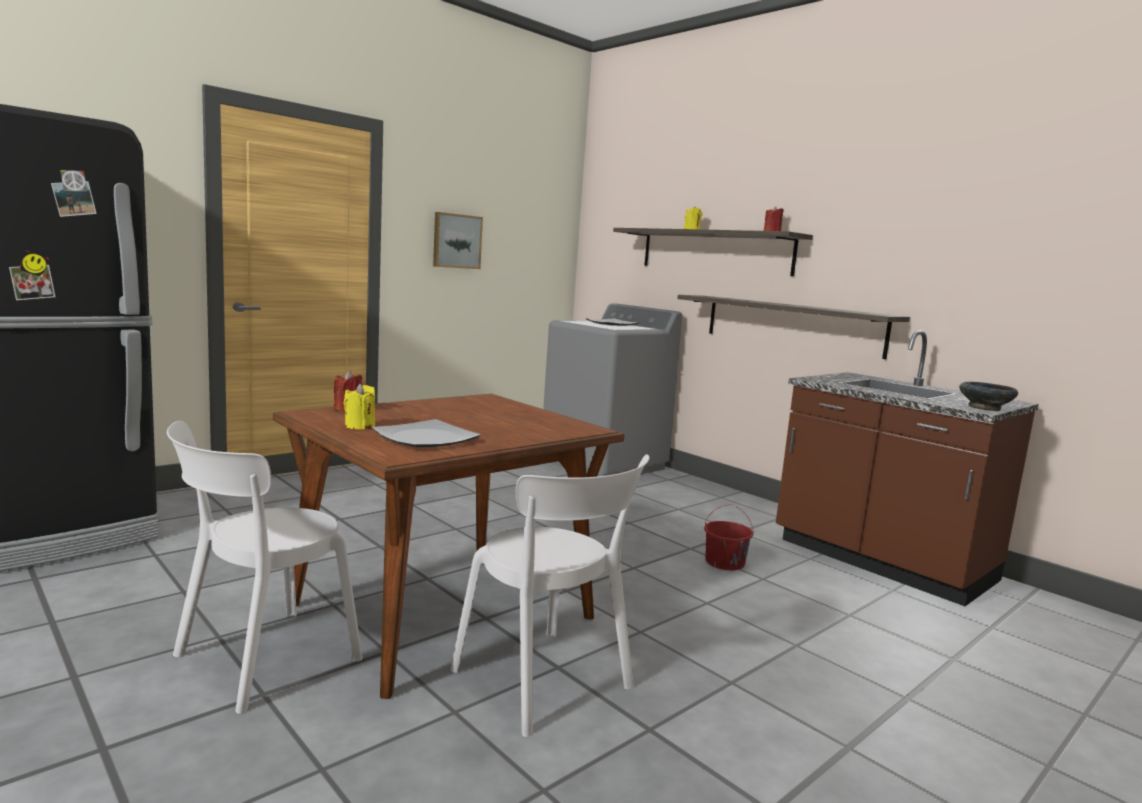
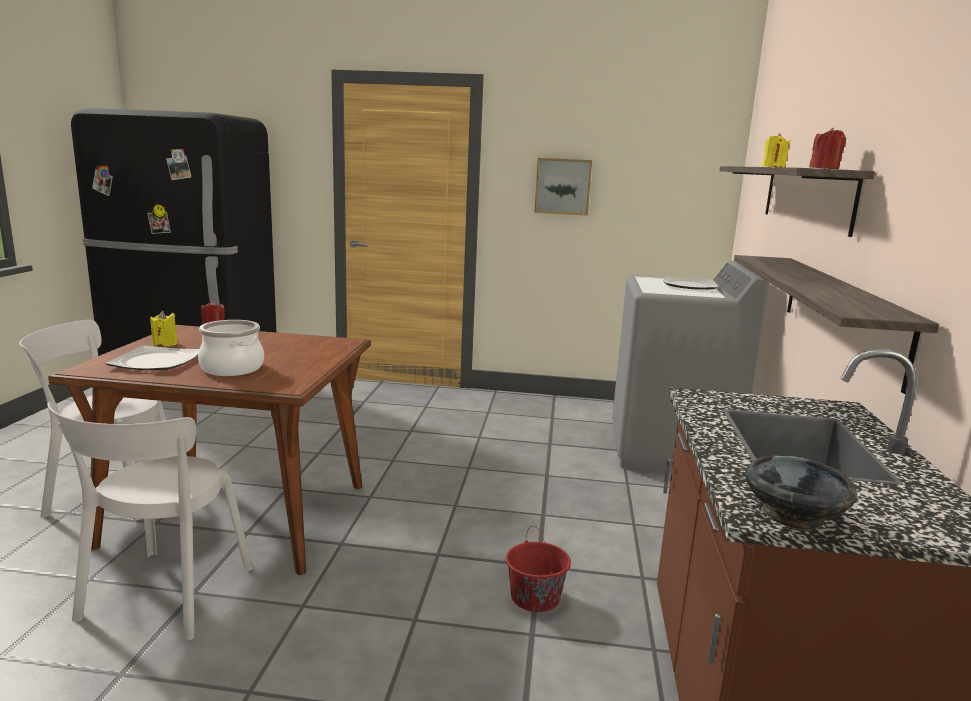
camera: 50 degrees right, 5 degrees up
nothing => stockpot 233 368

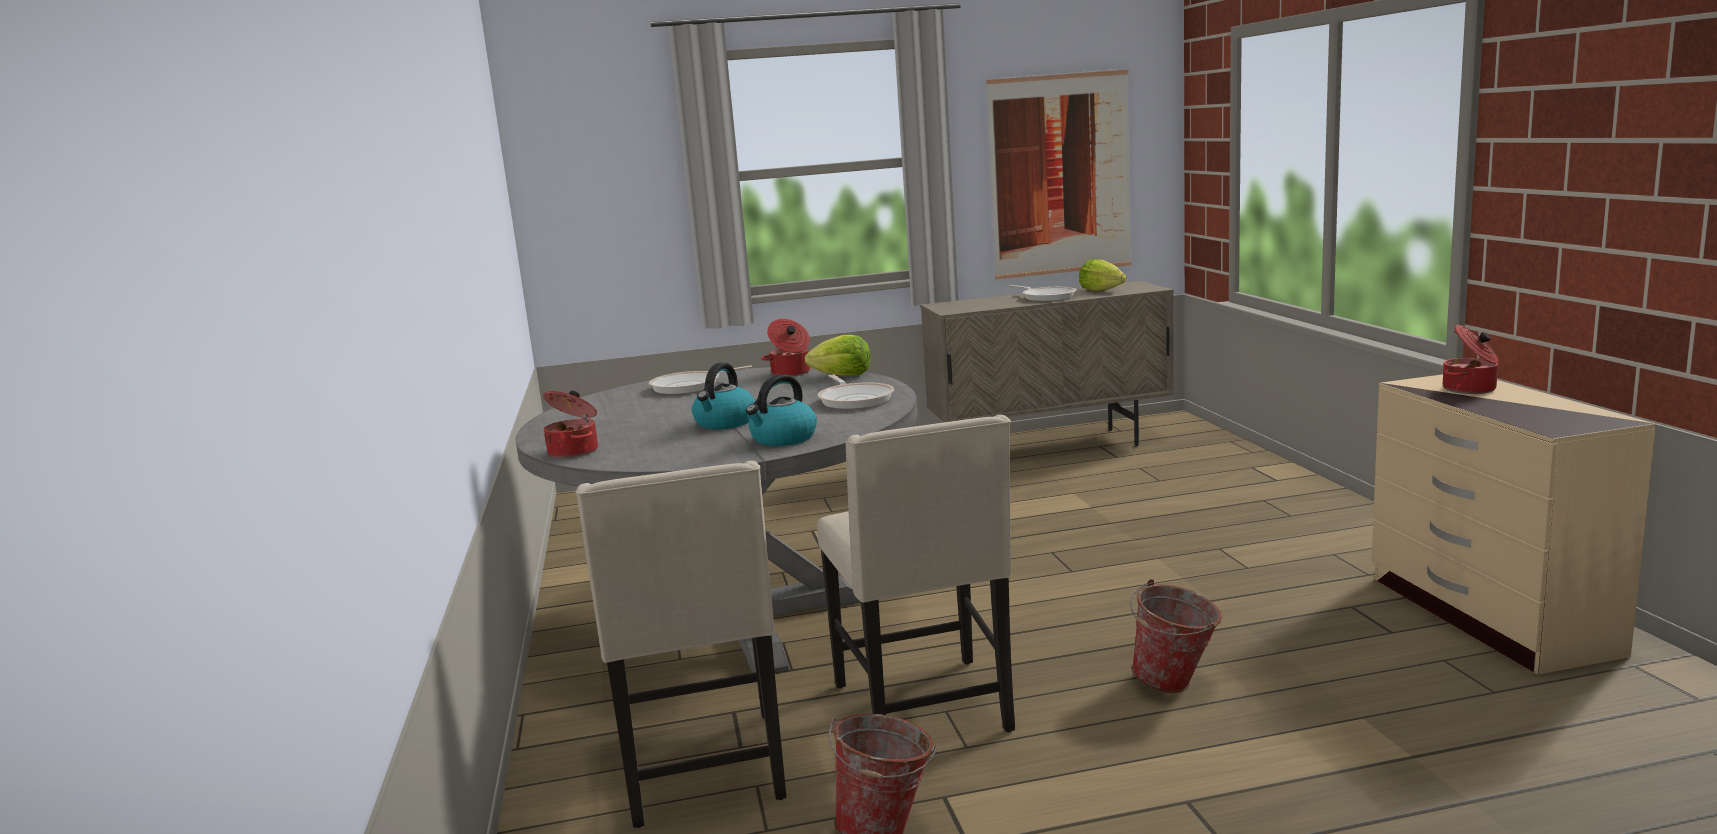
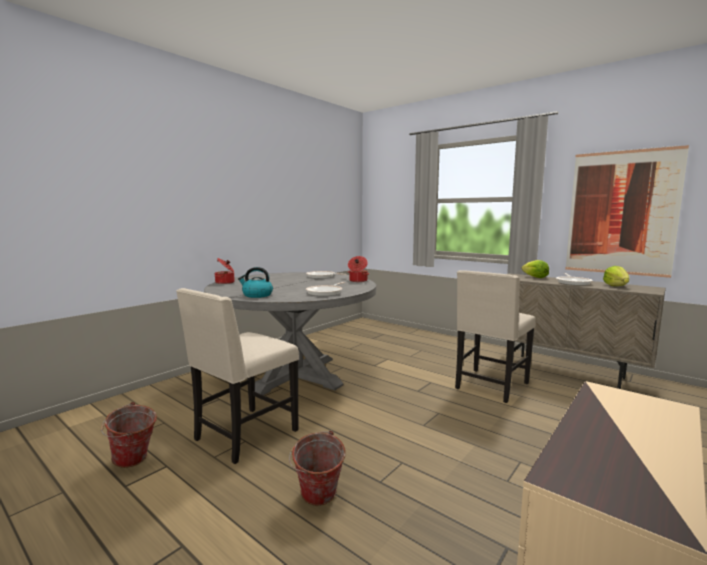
camera: 50 degrees right, 5 degrees down
stockpot 1470 389 => nothing
lettuce head 842 376 => lettuce head 535 277, shifted
water kettle 725 423 => nothing
beige plain chair 704 771 => beige plain chair 490 386, shifted

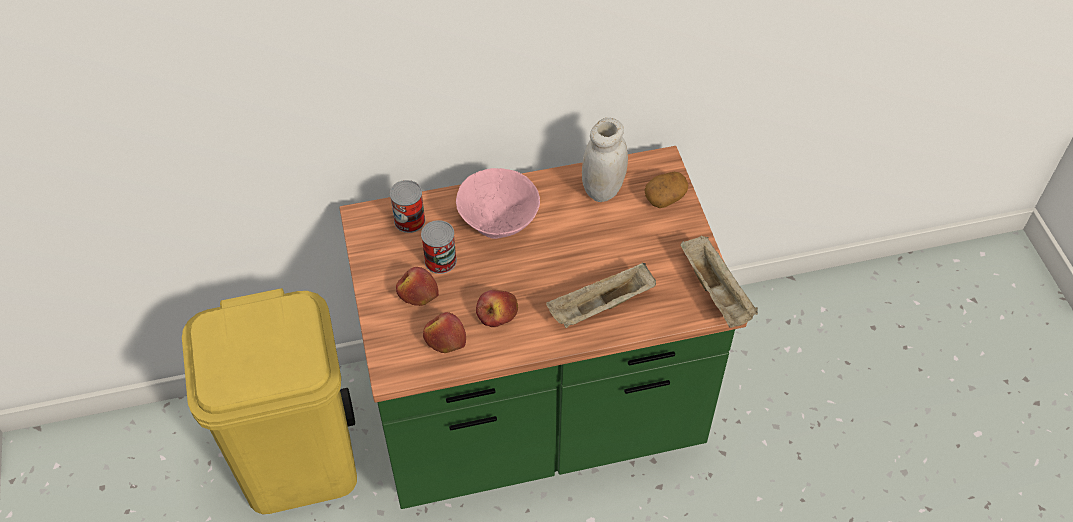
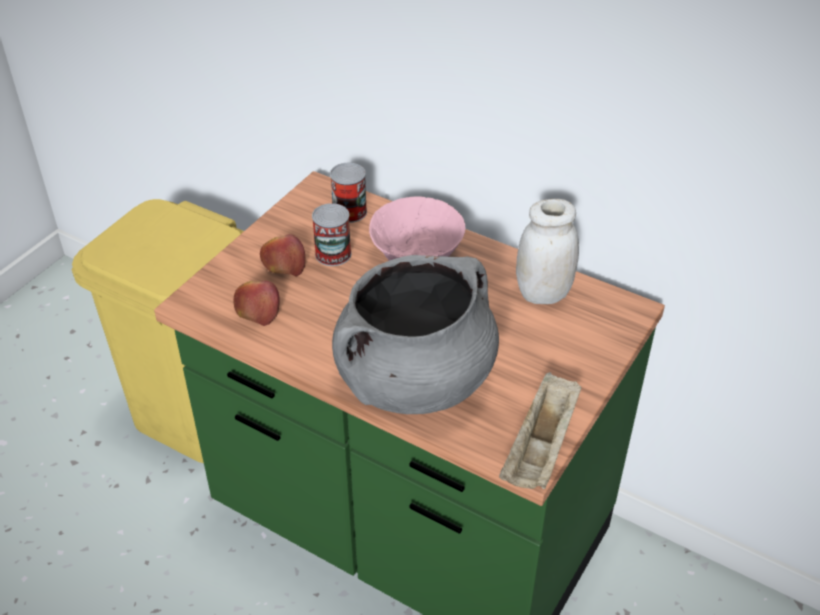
camera: 45 degrees right, 10 degrees down
spud 665 197 => nothing
beige carrying tray 600 307 => grey stockpot 414 380
whole apple 497 314 => nothing

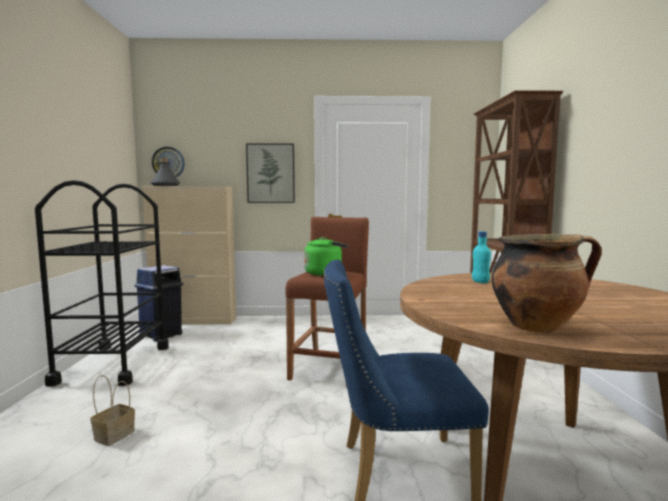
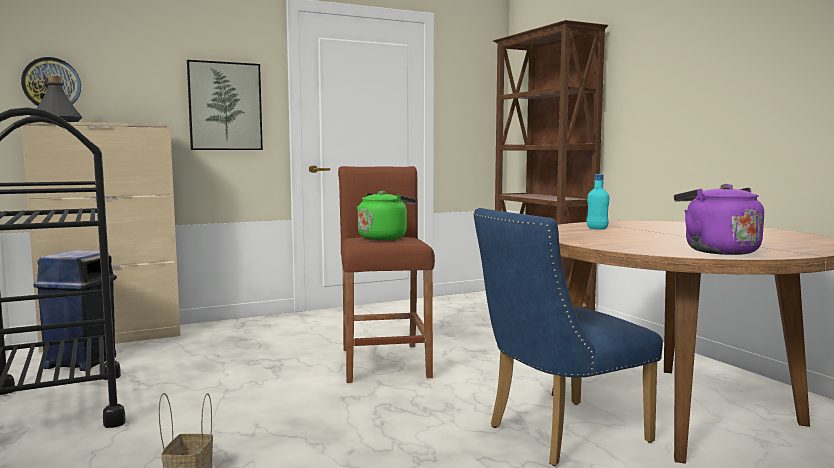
camera: 25 degrees left, 0 degrees up
stockpot 537 326 => purple water kettle 717 251

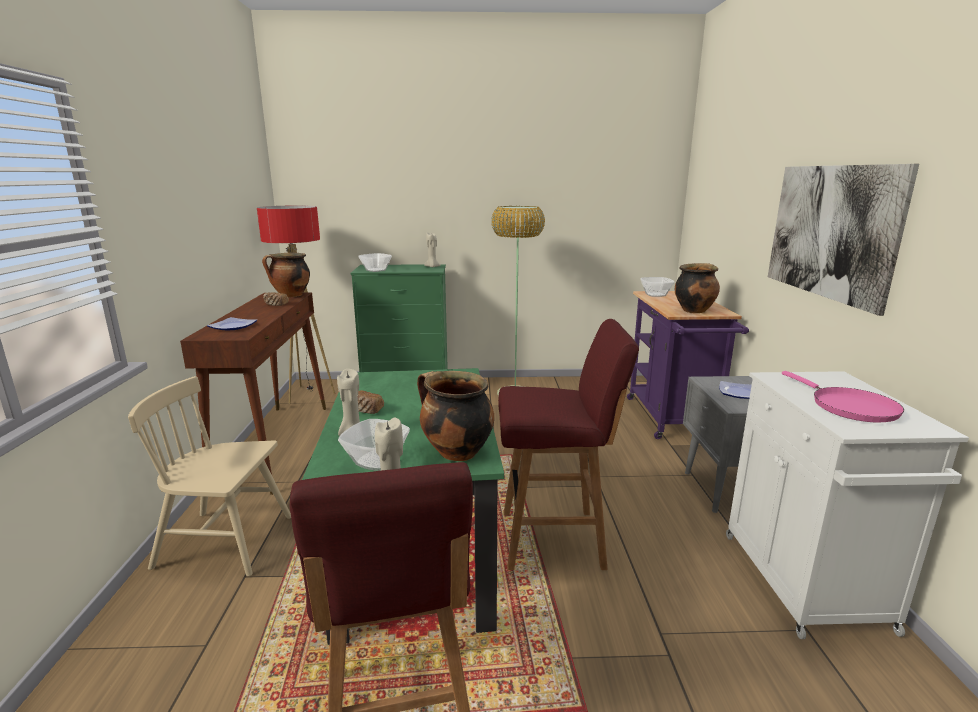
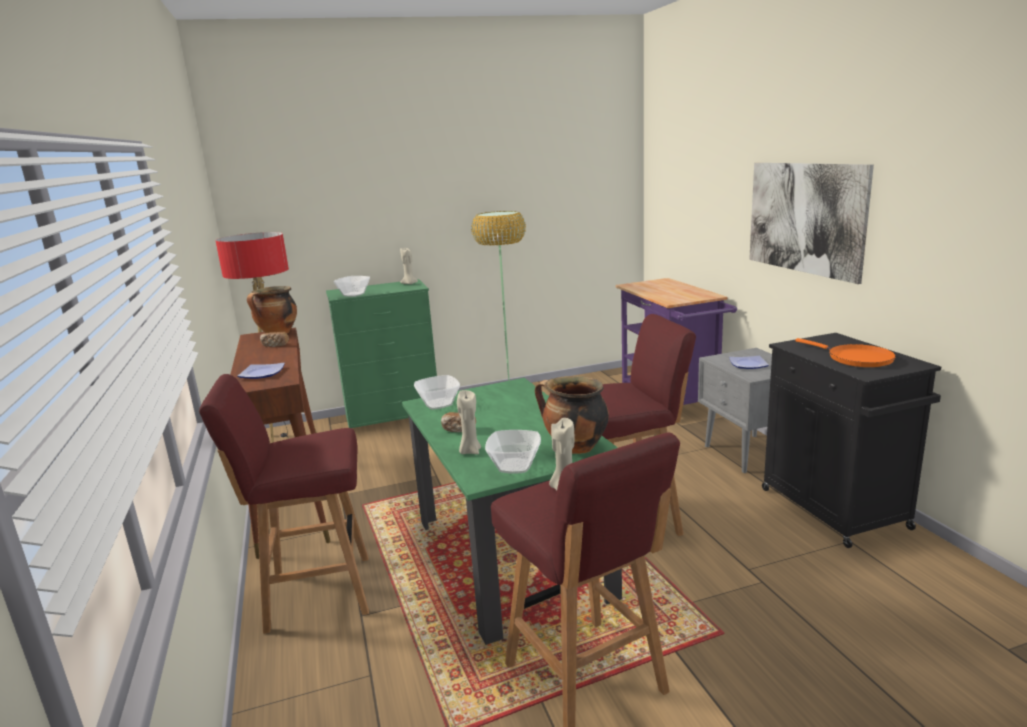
camera: 15 degrees left, 0 degrees up
stockpot 694 310 => nothing
bowl 655 295 => bowl 438 404, shifted
whitish cabinet 805 583 => black-coloured cabinet 835 510
pinkish pan 849 407 => orange-coloured pan 855 358
beige plain chair 225 542 => red sitting stool 315 593

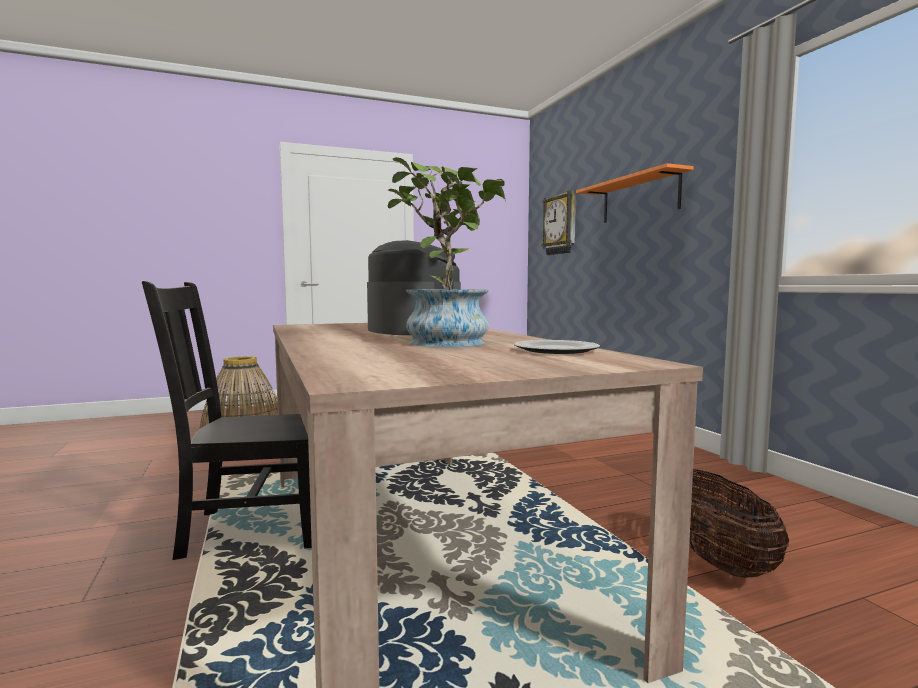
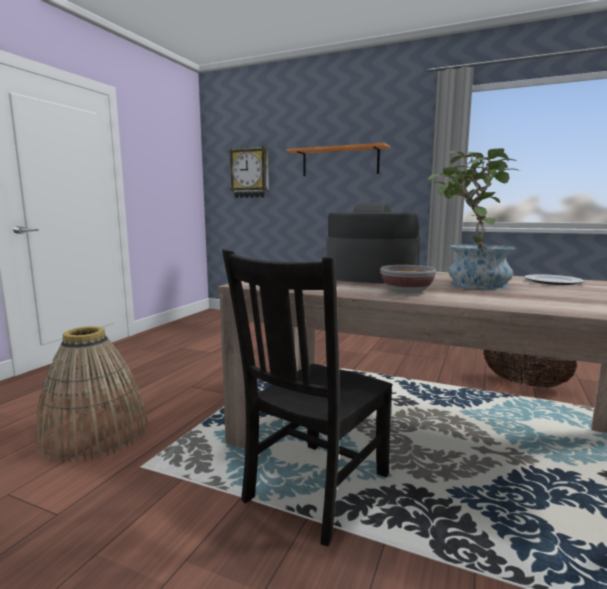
camera: 45 degrees left, 5 degrees up
nothing => bowl 407 291

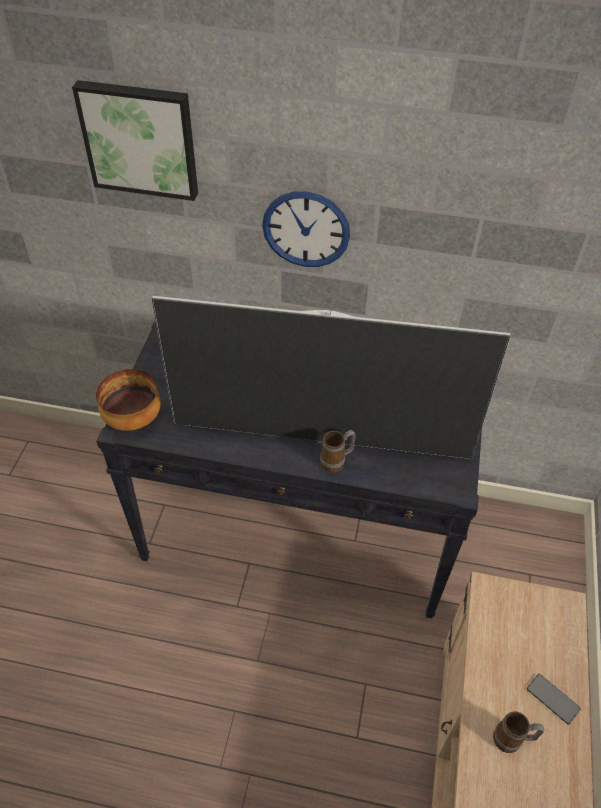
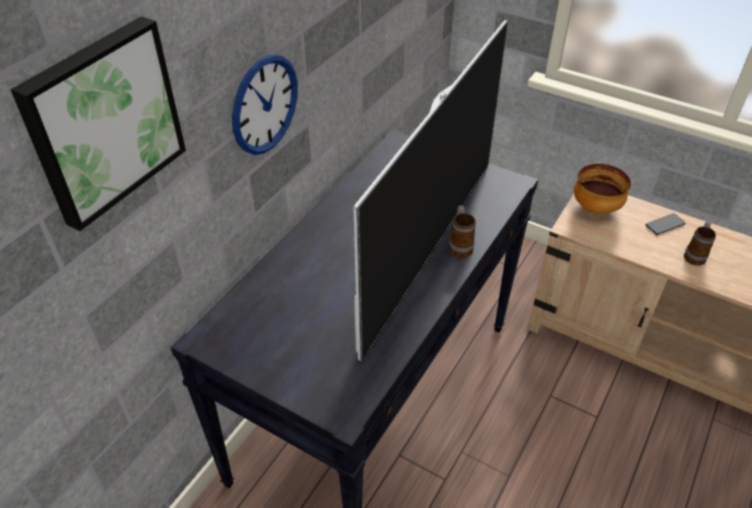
camera: 70 degrees left, 5 degrees down
bowl 132 420 => bowl 596 209, shifted

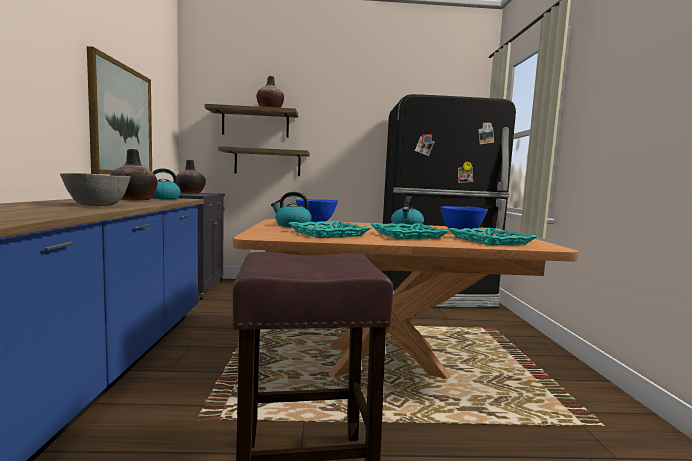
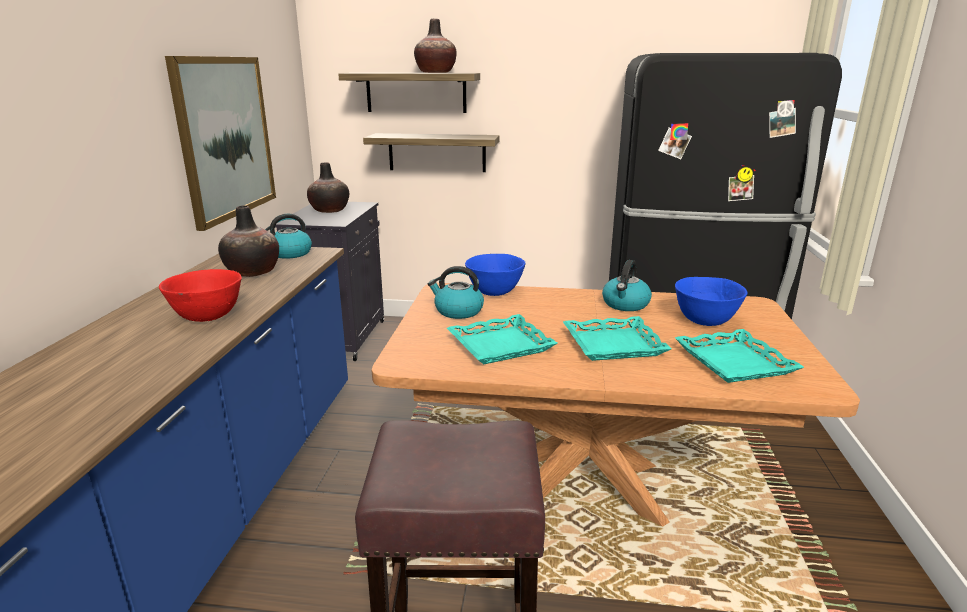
camera: 10 degrees right, 15 degrees up
grey bowl 97 205 => red bowl 207 317

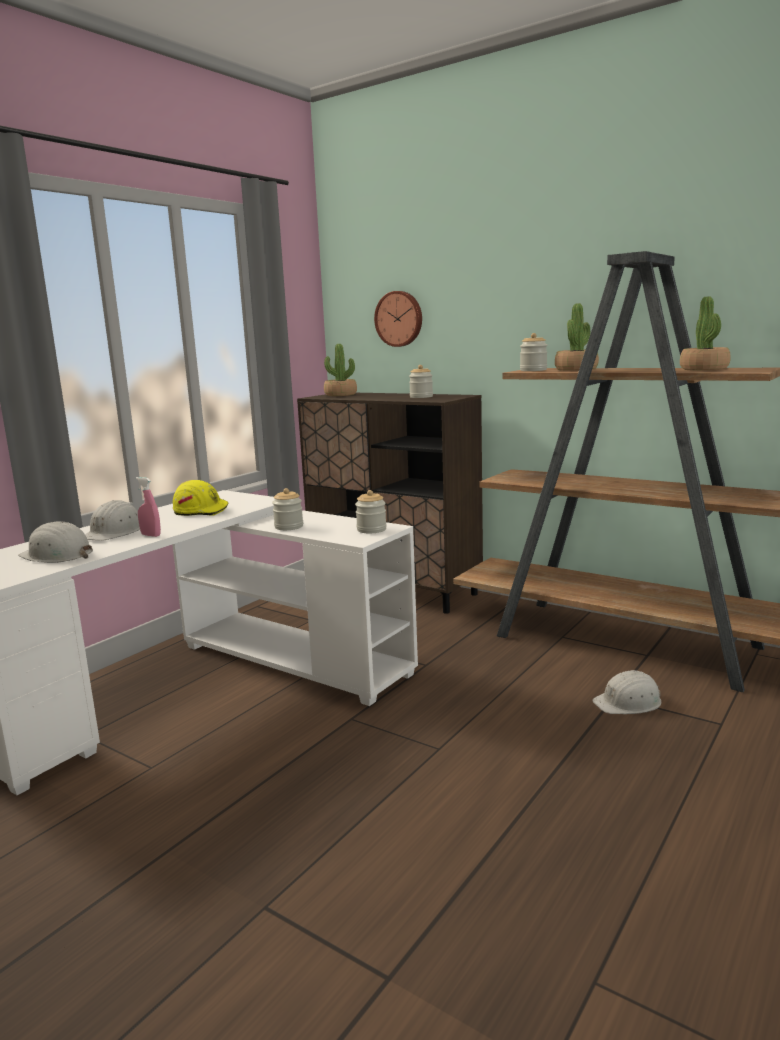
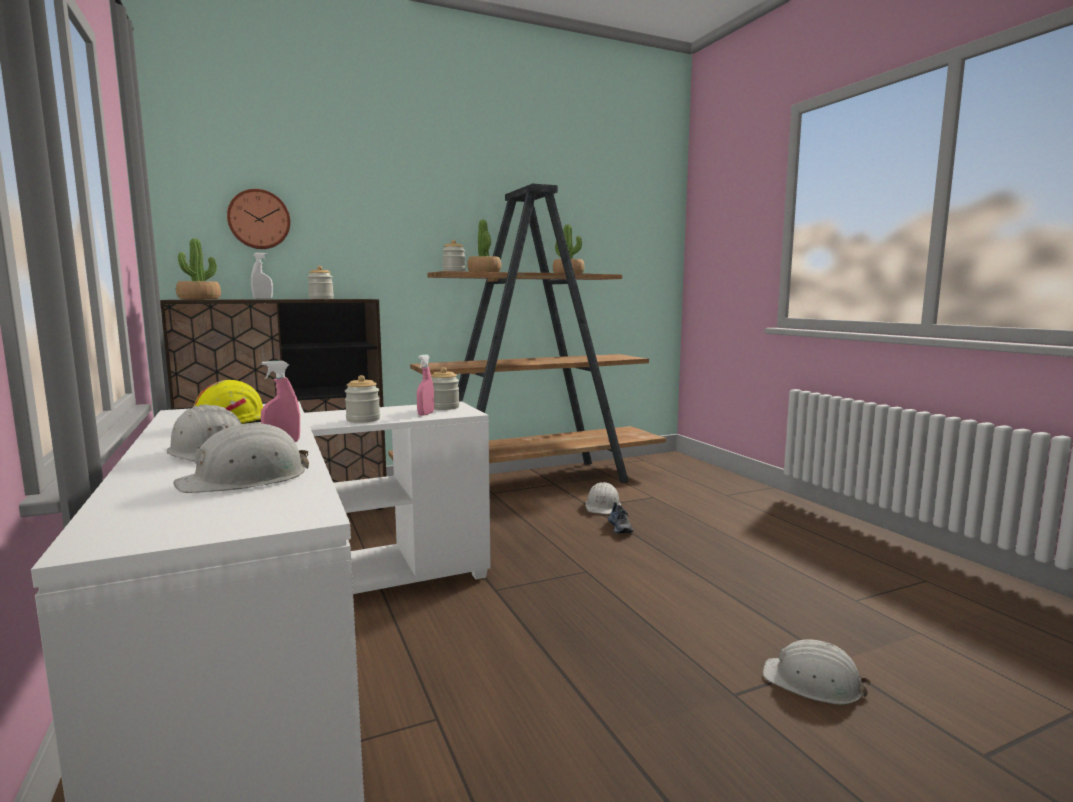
camera: 60 degrees left, 5 degrees down
nothing => whitish hand sprayer 262 298
nothing => pinkish hand sprayer 426 414
nothing => low shoe 620 528
nothing => whitish hard hat 813 682

